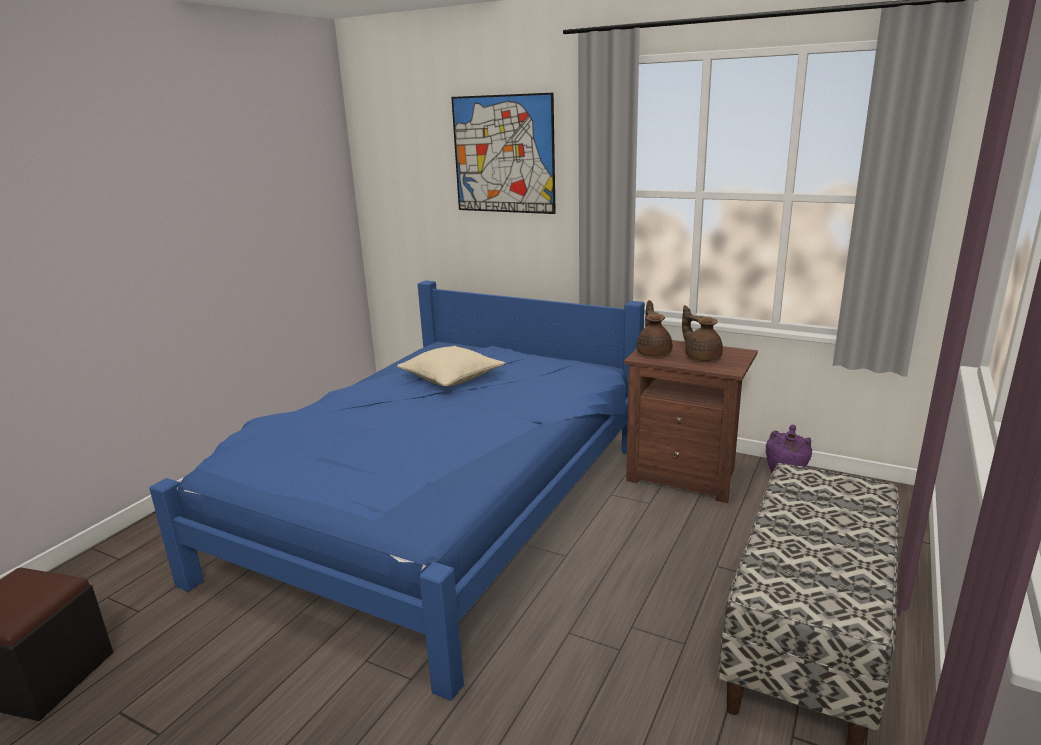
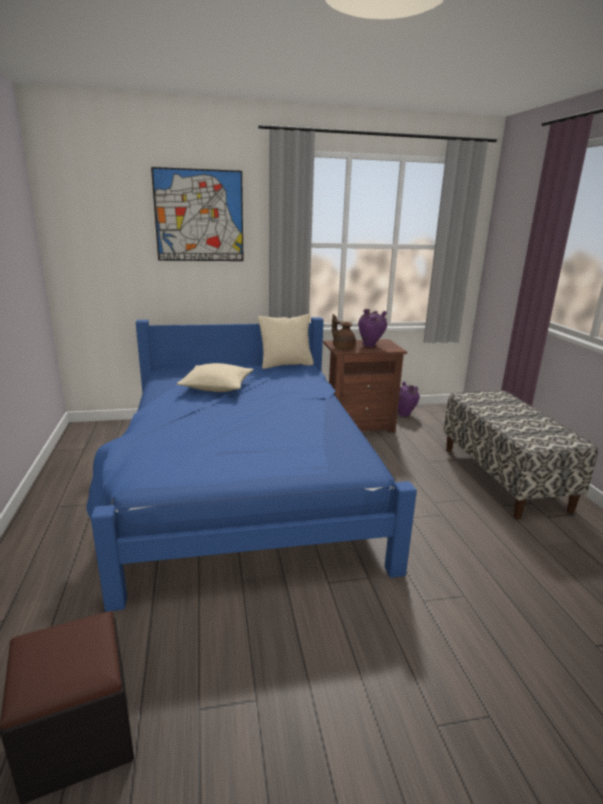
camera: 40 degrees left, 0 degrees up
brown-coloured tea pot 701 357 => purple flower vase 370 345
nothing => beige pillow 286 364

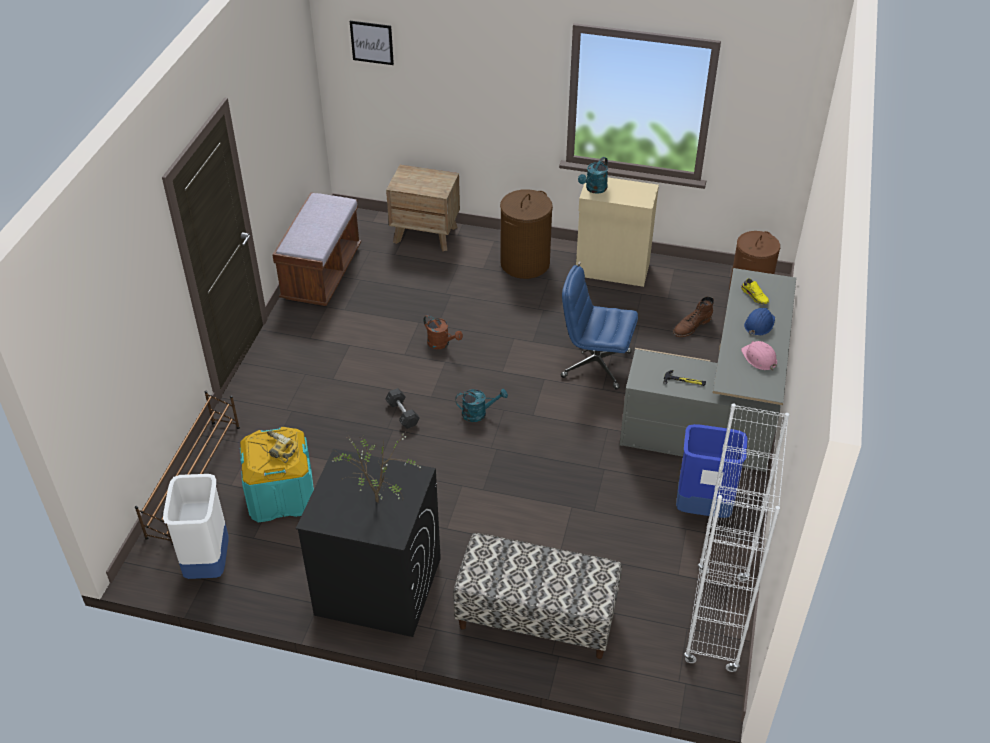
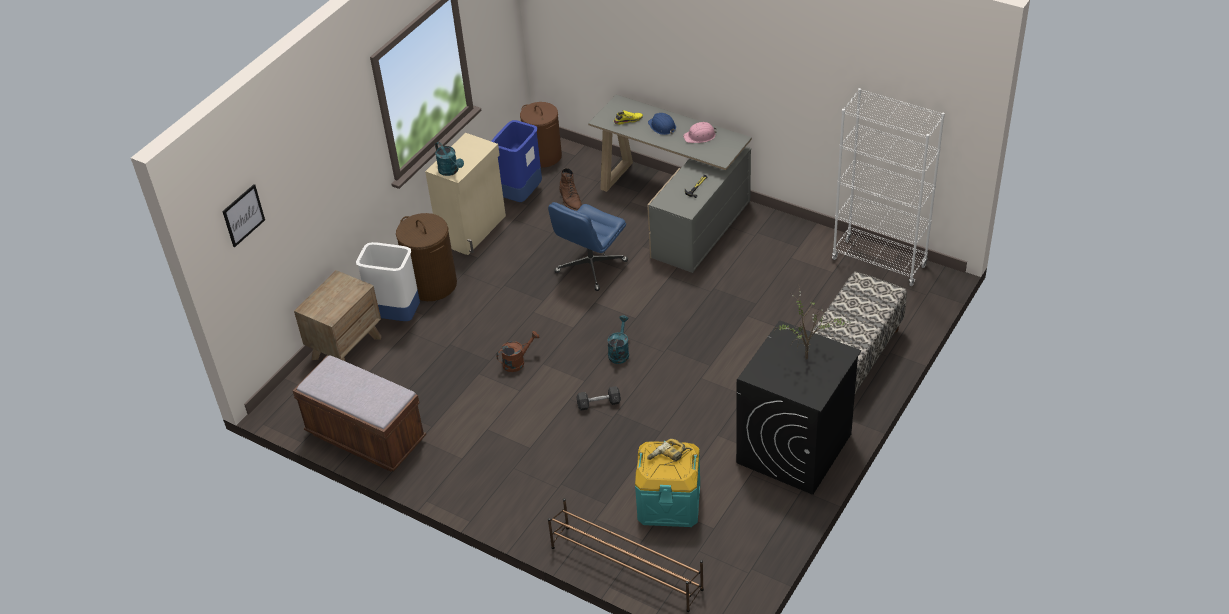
camera: 70 degrees left, 0 degrees up
bluish trash can 703 508 => bluish trash can 521 195, shifted
whitish trash can 207 563 => whitish trash can 396 316, shifted

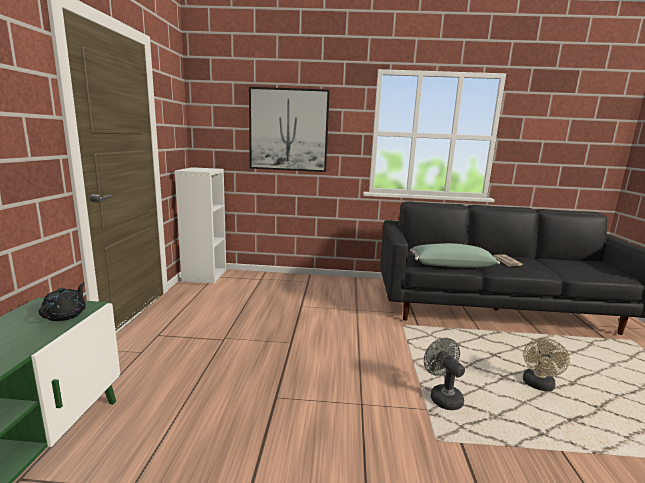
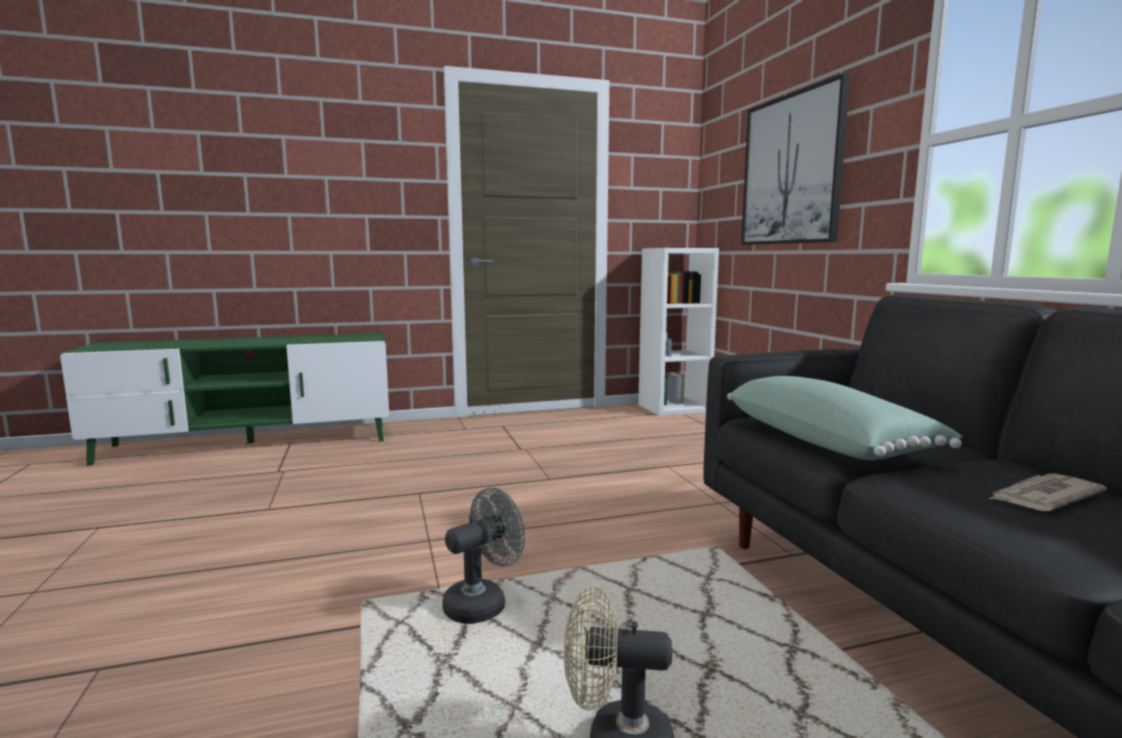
camera: 70 degrees right, 5 degrees down
black-coloured tea pot 66 315 => nothing

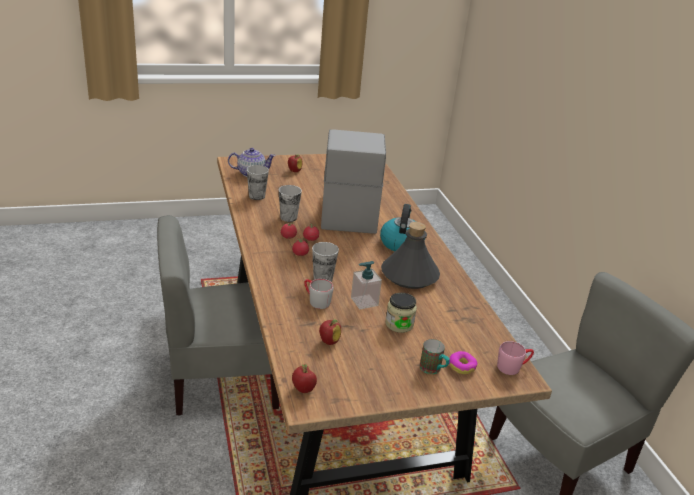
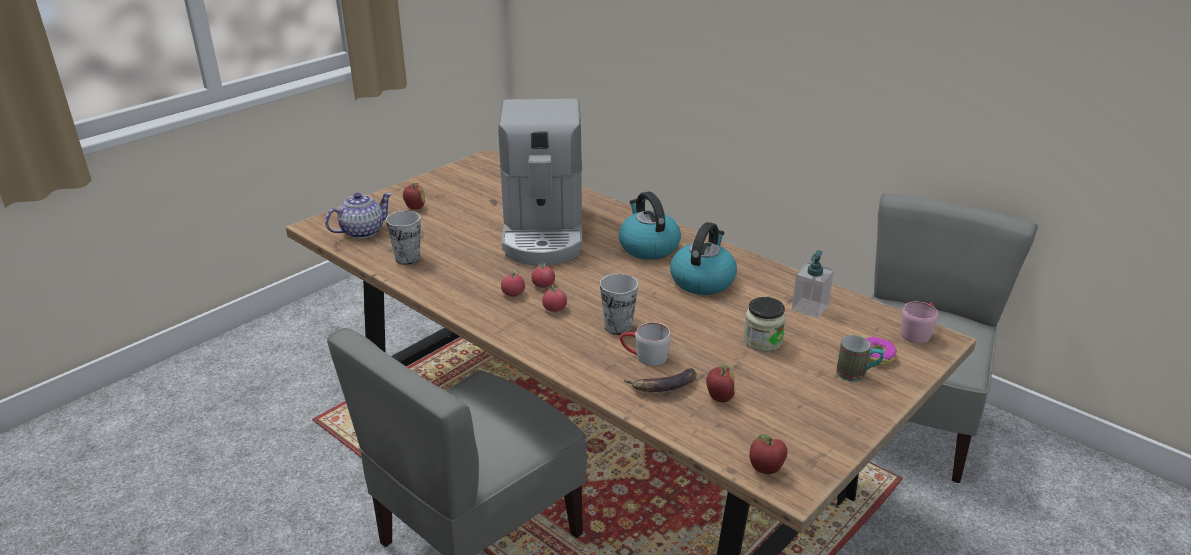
camera: 30 degrees left, 0 degrees up
coffee machine 348 211 => coffee machine 543 233, 150 degrees counterclockwise
cup 288 217 => nothing
grey drink bottle 409 275 => water kettle 702 280
liquid soap bottle 364 302 => liquid soap bottle 809 308, shifted
nothing => banana fruit 663 386

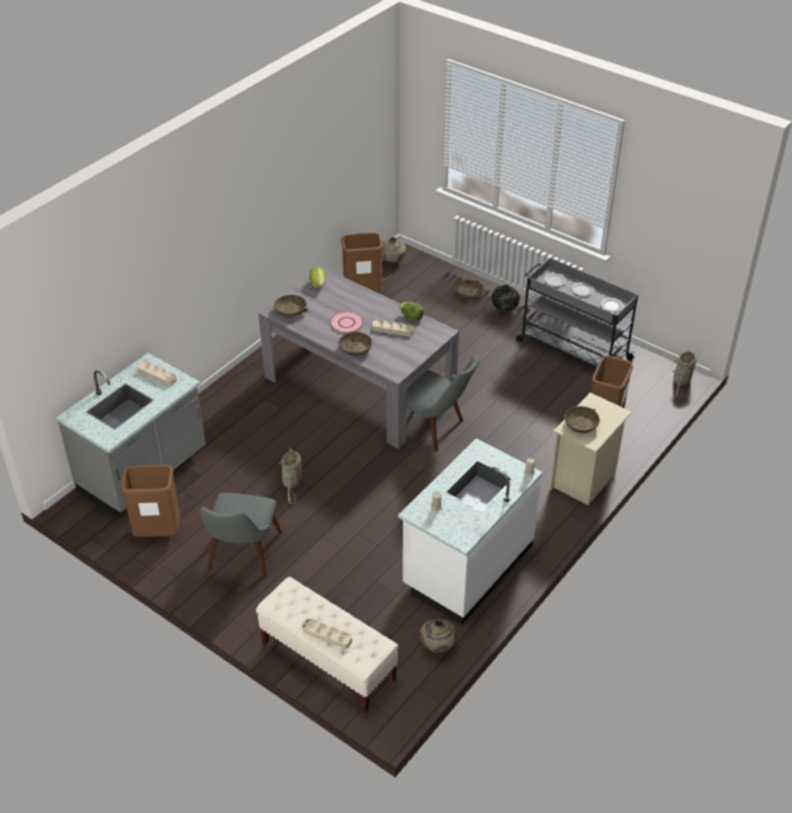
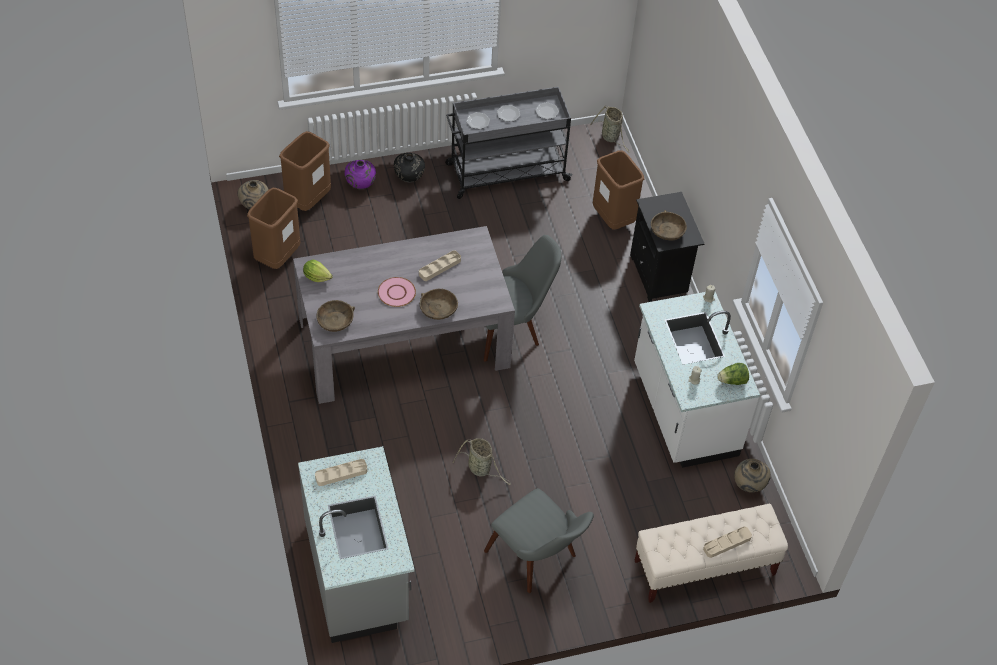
camera: 55 degrees left, 10 degrees up
brown-coloured bowl 469 293 => purple flower vase 361 185
lettuce head 411 317 => lettuce head 732 381, shifted
beige nightstand 584 480 => black-coloured nightstand 660 275
brown-coloured trash can 158 532 => brown-coloured trash can 308 200, shifted

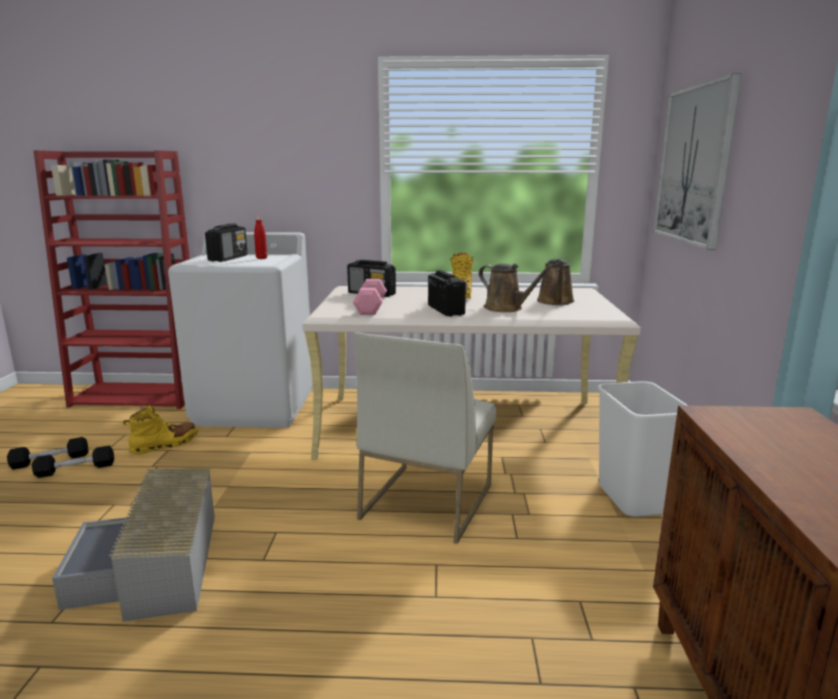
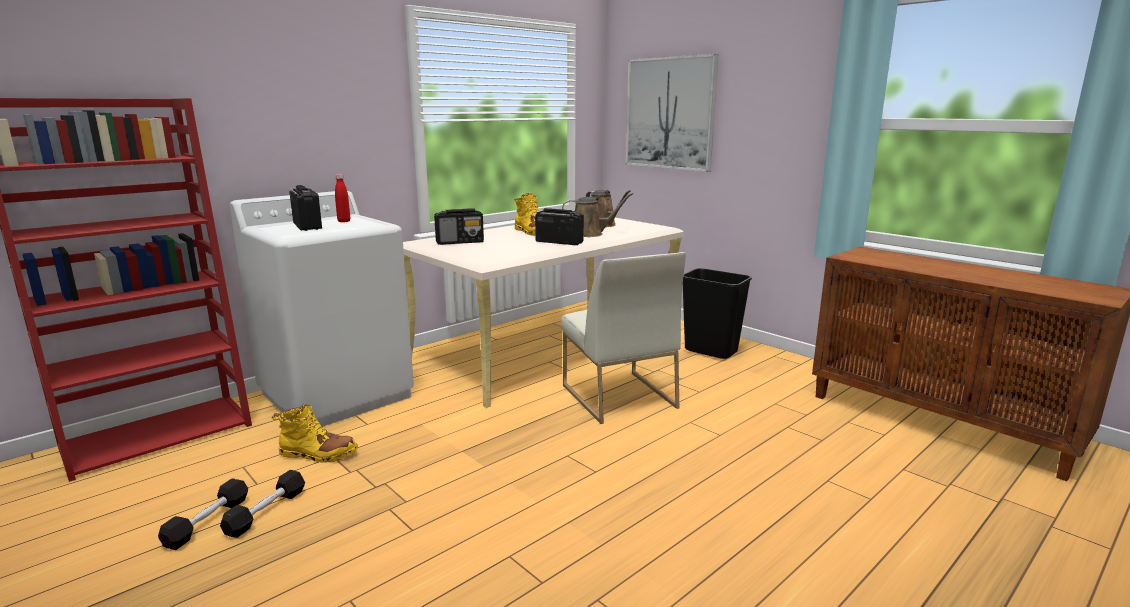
camera: 45 degrees left, 0 degrees up
pinkish hand weight 370 308 => nothing
whitish trash can 630 499 => black-coloured trash can 710 351
yellowish tall boot 165 444 => yellowish tall boot 318 454, 90 degrees clockwise
grey storage box 153 567 => nothing

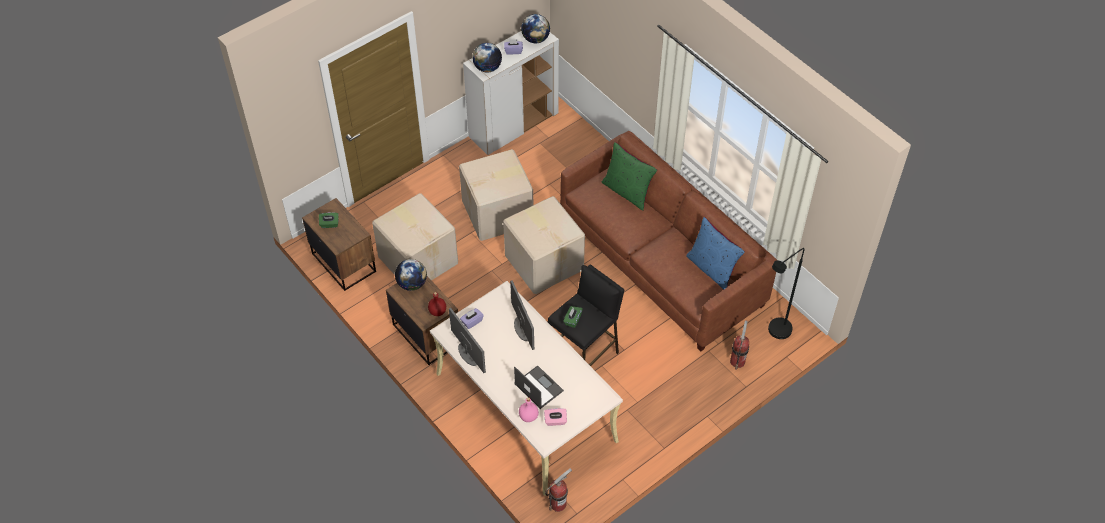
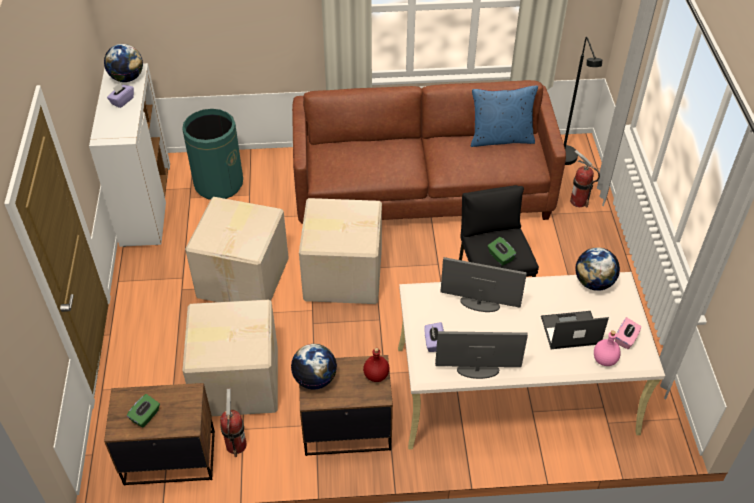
camera: 55 degrees left, 5 degrees down
desk globe 487 68 => desk globe 593 282, shifted
green-coloured pillow 627 191 => nothing
fire-fighting cylinder 558 504 => fire-fighting cylinder 236 445, shifted
nothing => green-coloured trash can 218 183

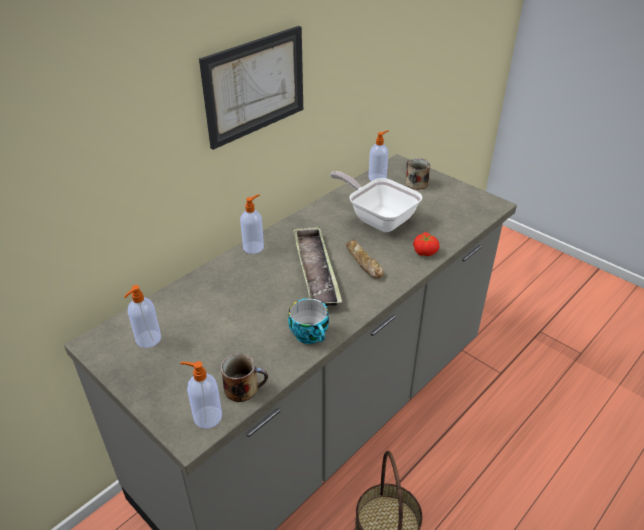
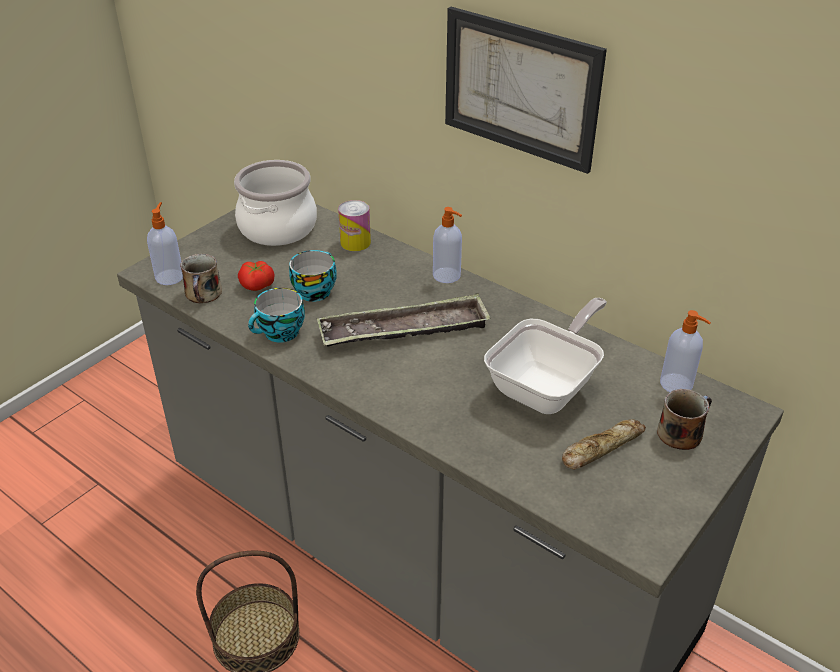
camera: 85 degrees right, 0 degrees up
fresh tomato 425 251 => fresh tomato 257 286, shifted
baked bread 363 262 => baked bread 601 448, shifted
liquid soap bottle 147 339 => stockpot 278 228
nothing => can 355 242
nothing => cup 314 290

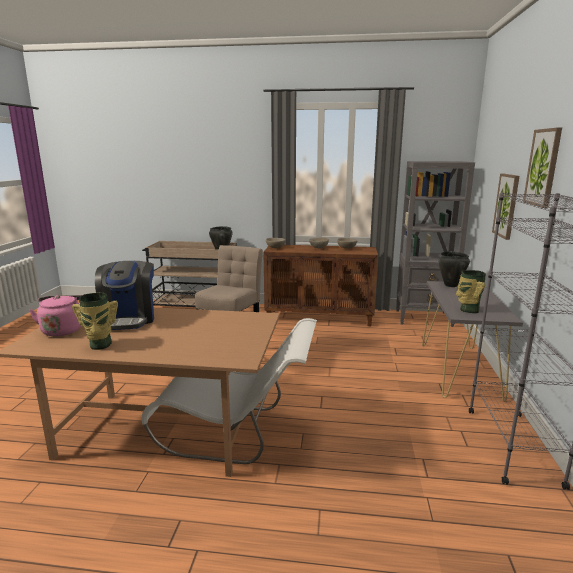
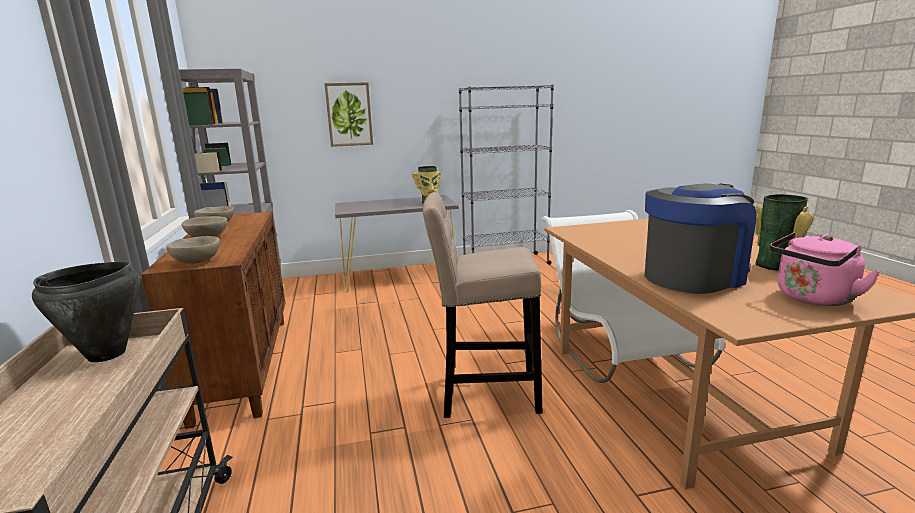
camera: 110 degrees left, 0 degrees up
wall picture 543 167 => nothing
black-coloured stockpot 450 285 => nothing

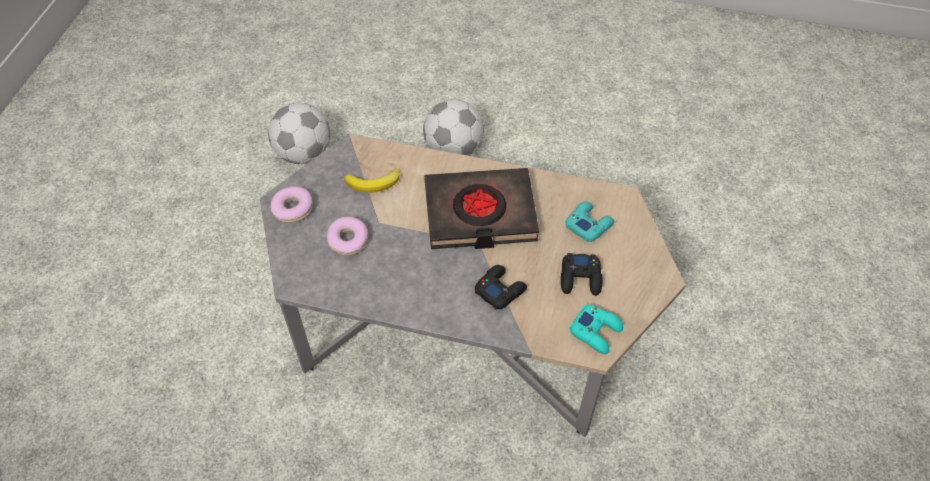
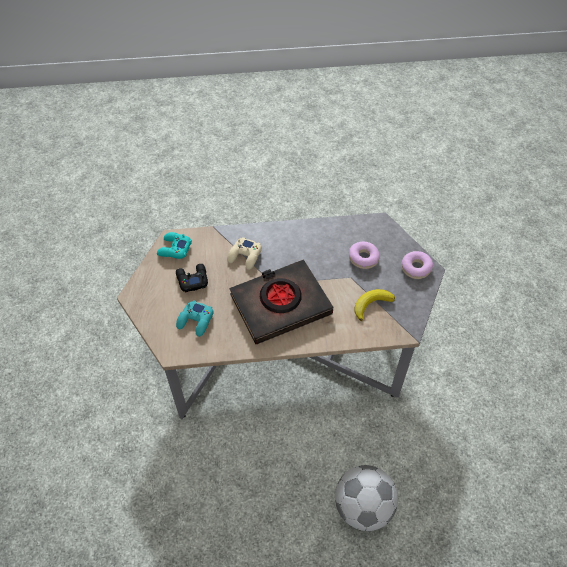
camera: 160 degrees right, 0 degrees up
football ball 304 153 => nothing
black-coloured gamepad 500 290 => beige gamepad 245 256

